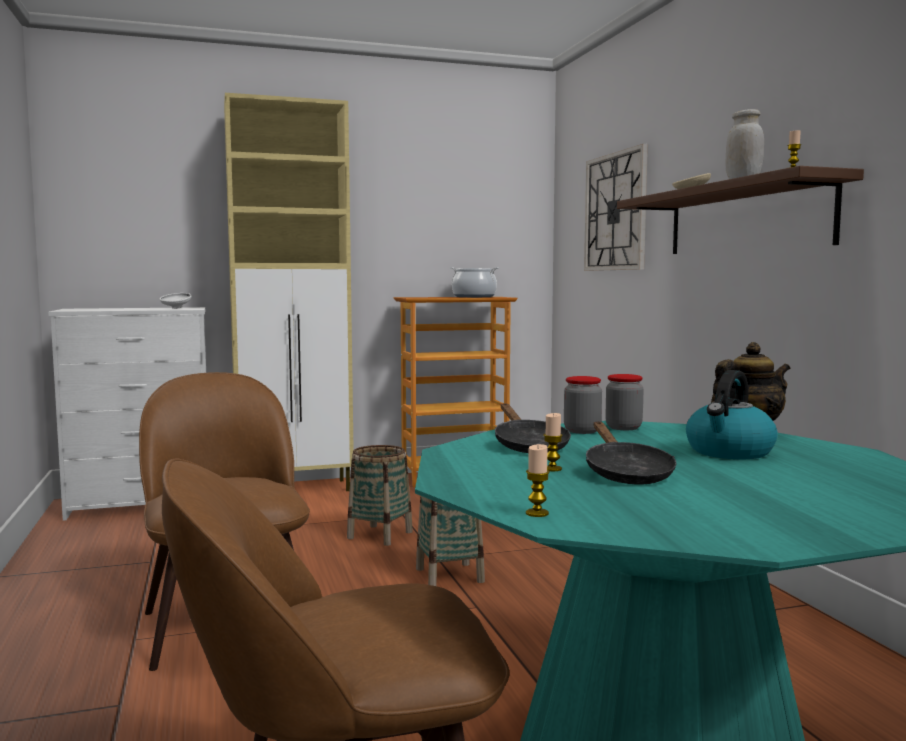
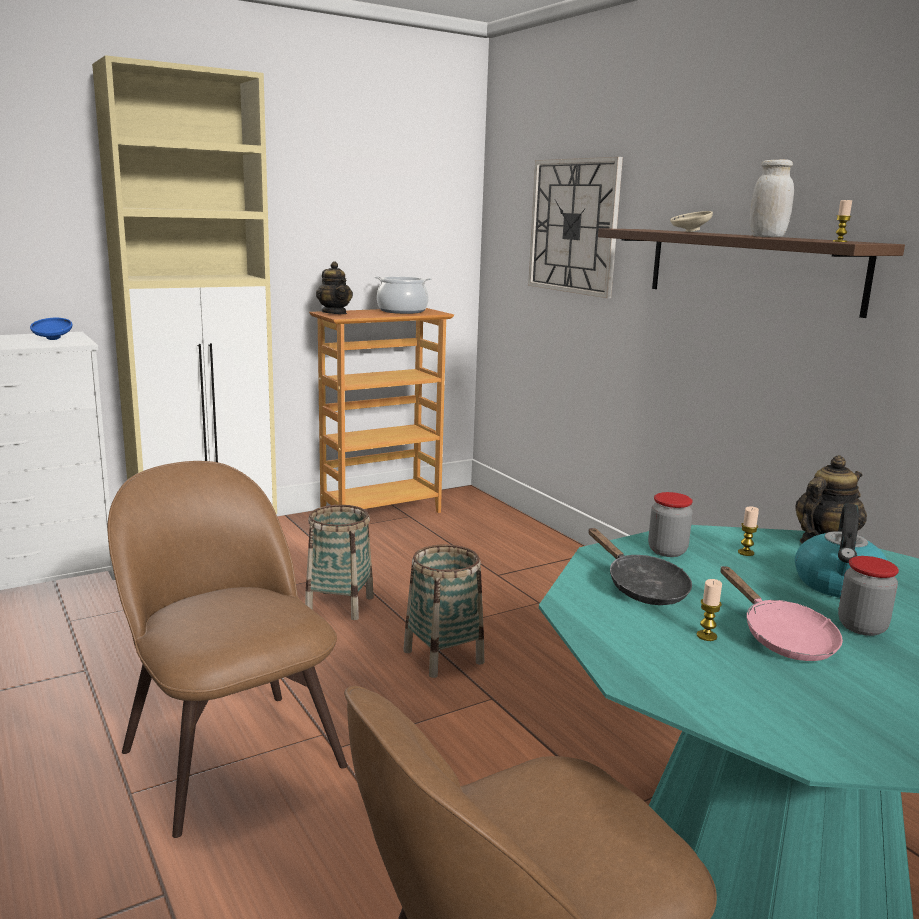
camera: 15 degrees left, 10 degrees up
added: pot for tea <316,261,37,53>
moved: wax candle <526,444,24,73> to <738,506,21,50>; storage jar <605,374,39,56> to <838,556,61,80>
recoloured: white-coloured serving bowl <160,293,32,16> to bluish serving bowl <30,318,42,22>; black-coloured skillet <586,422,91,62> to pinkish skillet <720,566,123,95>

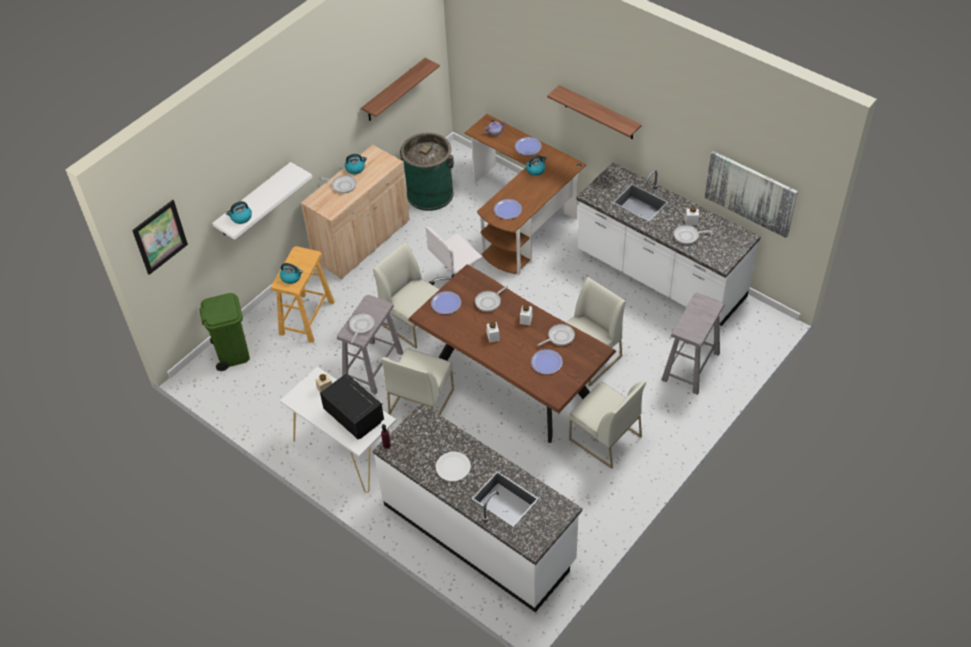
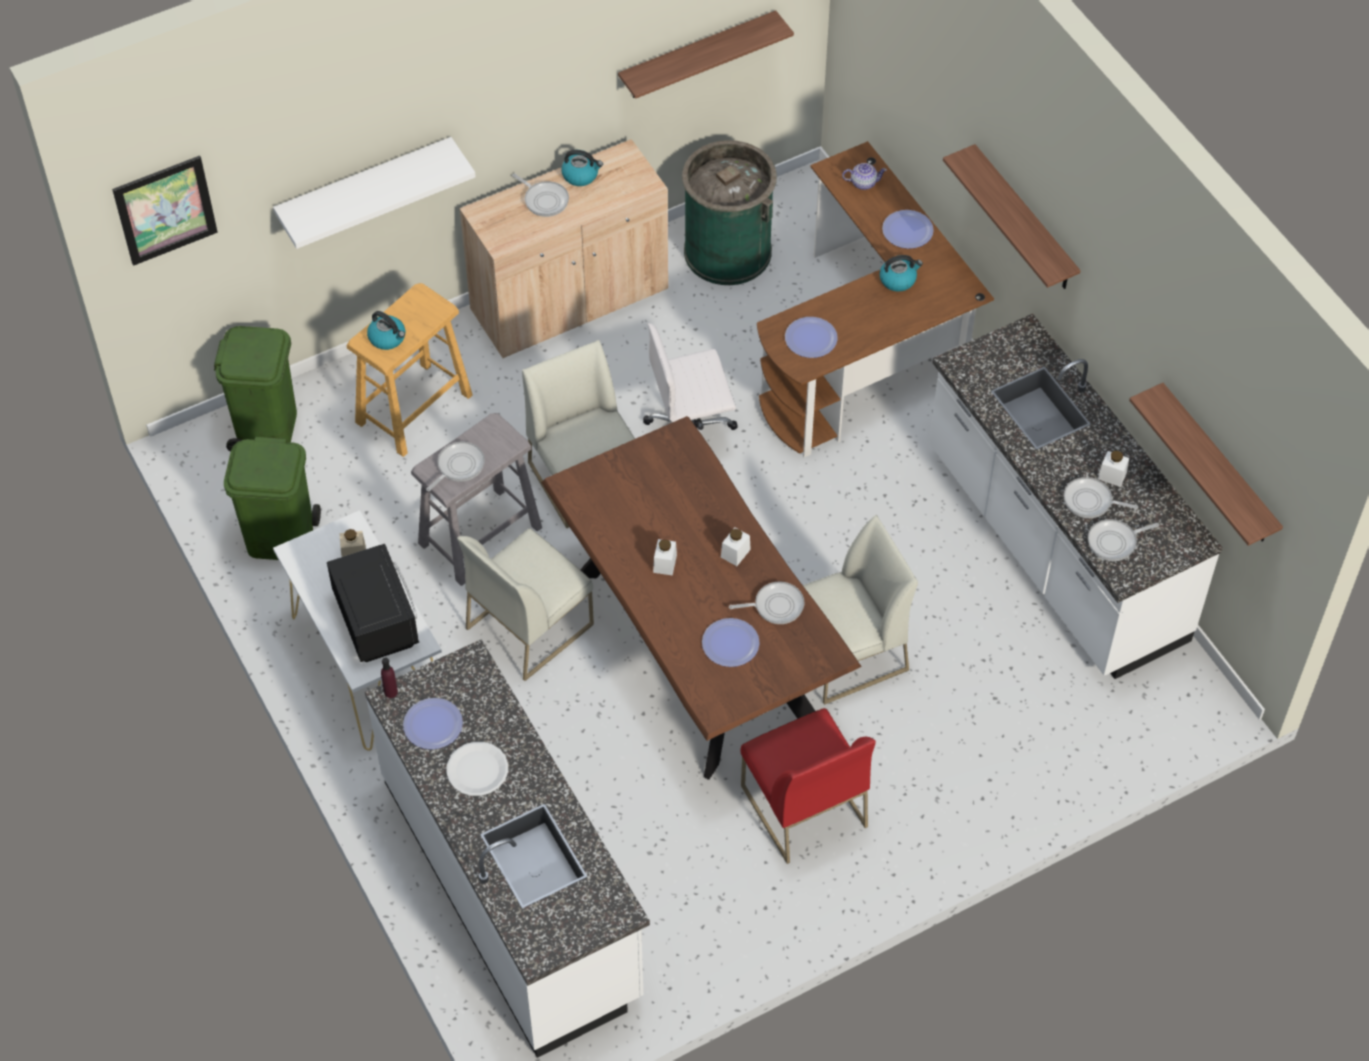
camera: 20 degrees right, 5 degrees up
removed: tea kettle <226,201,26,23>; greyish stool seat <661,293,64,102>
added: greenish trash can <224,437,97,123>
moved: plate <431,291,30,23> to <403,698,60,51>; skillet <475,286,33,26> to <1088,519,71,42>
replaced: picture <705,151,93,87> to bracket shelf <1129,383,154,163>
recoloured: white-coloured plain chair <569,381,77,88> to reddish plain chair <740,708,136,156>

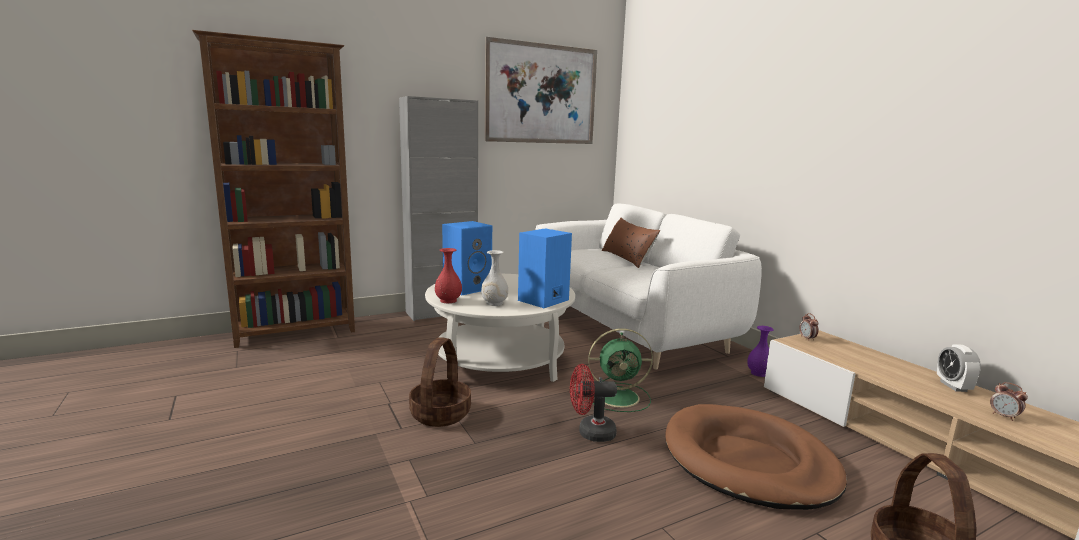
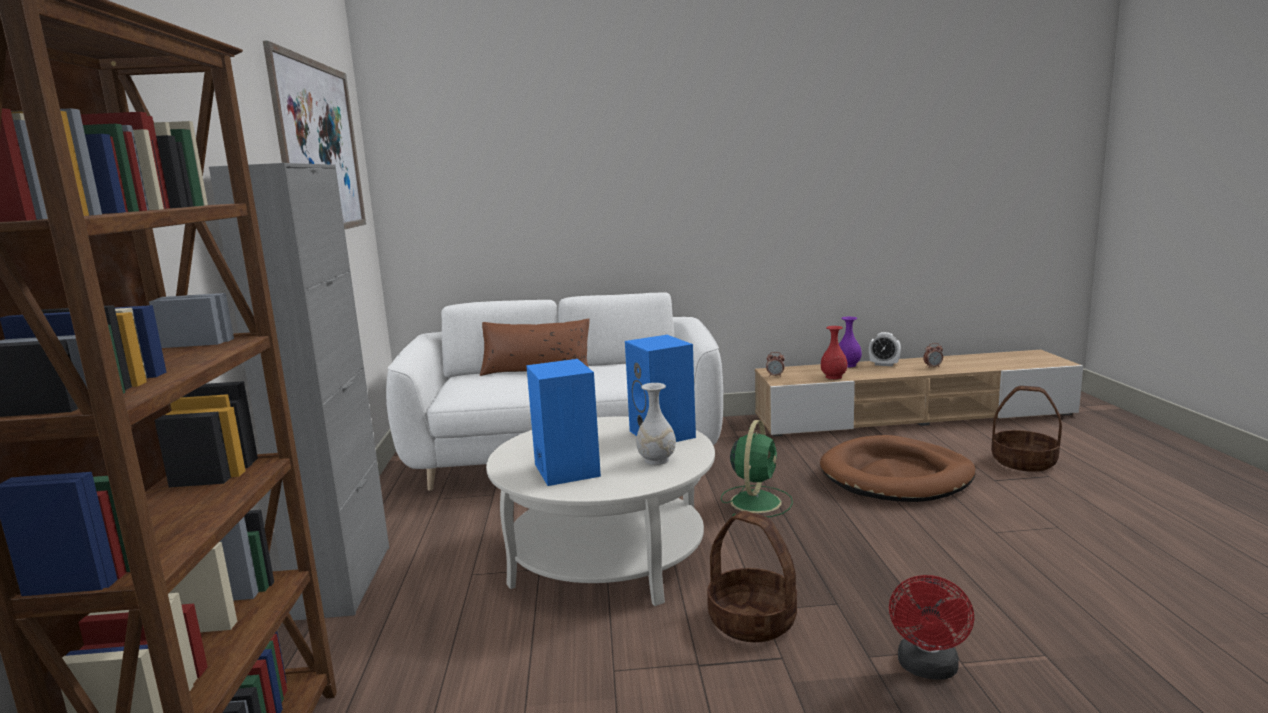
camera: 65 degrees left, 0 degrees up
moved: reddish vase <435,248,27,55> to <821,326,26,53>; reddish fan <570,364,47,78> to <889,575,85,104>; purple-coloured vase <747,326,27,51> to <839,317,23,50>

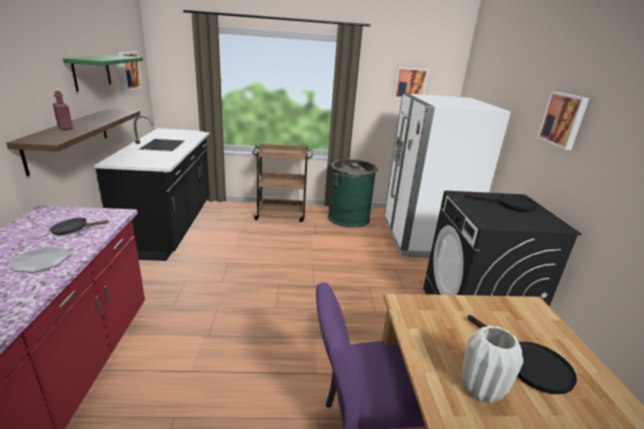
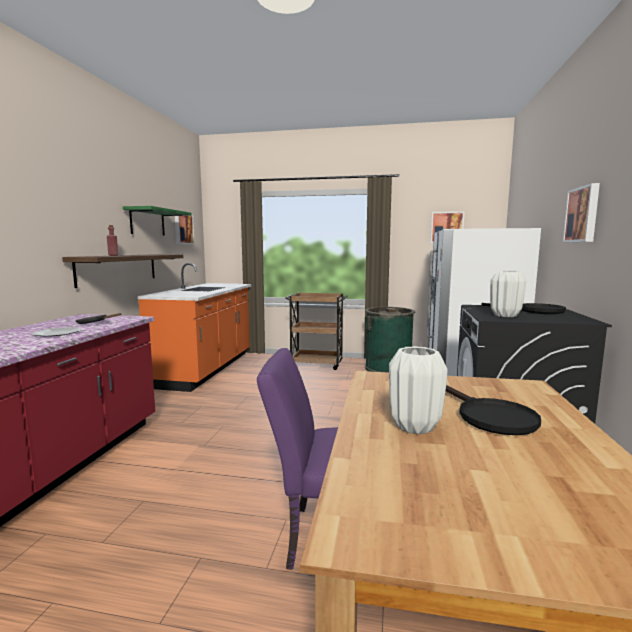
camera: 15 degrees right, 15 degrees down
added: white-coloured vase <490,270,36,47>
recoloured: black-coloured kitchen counter <94,115,116,146> to orange-coloured kitchen counter <138,263,114,129>

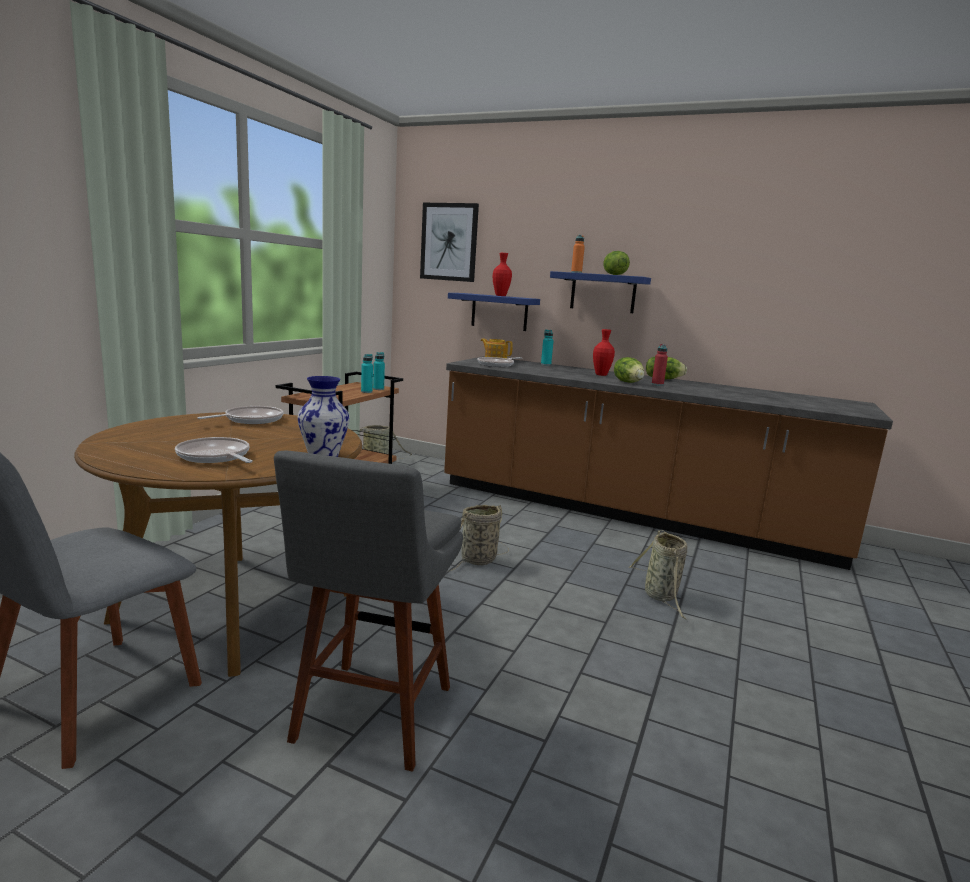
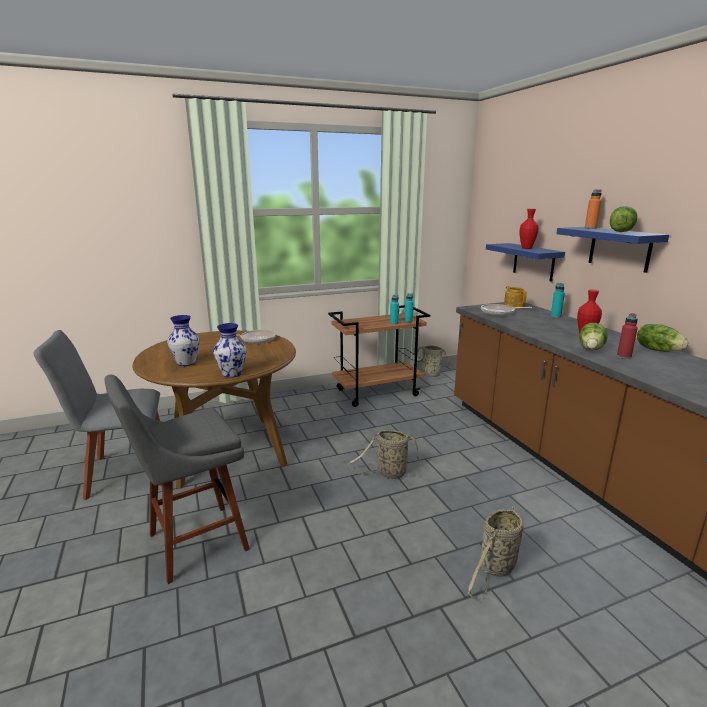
camera: 45 degrees right, 5 degrees up
removed: picture <420,203,59,79>
replaced: skillet <175,437,78,26> to vase <167,315,33,51>

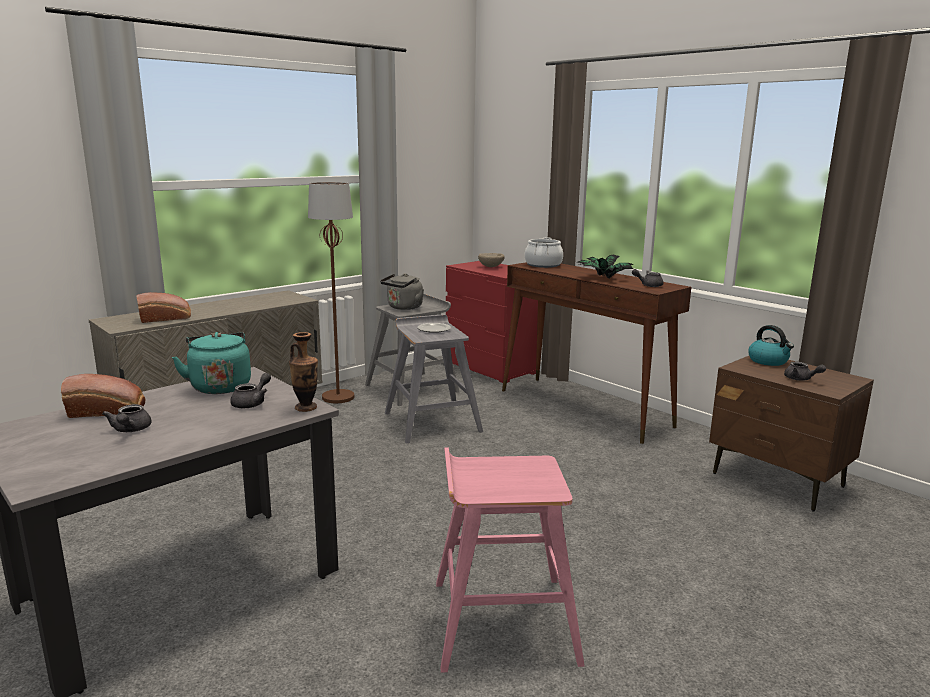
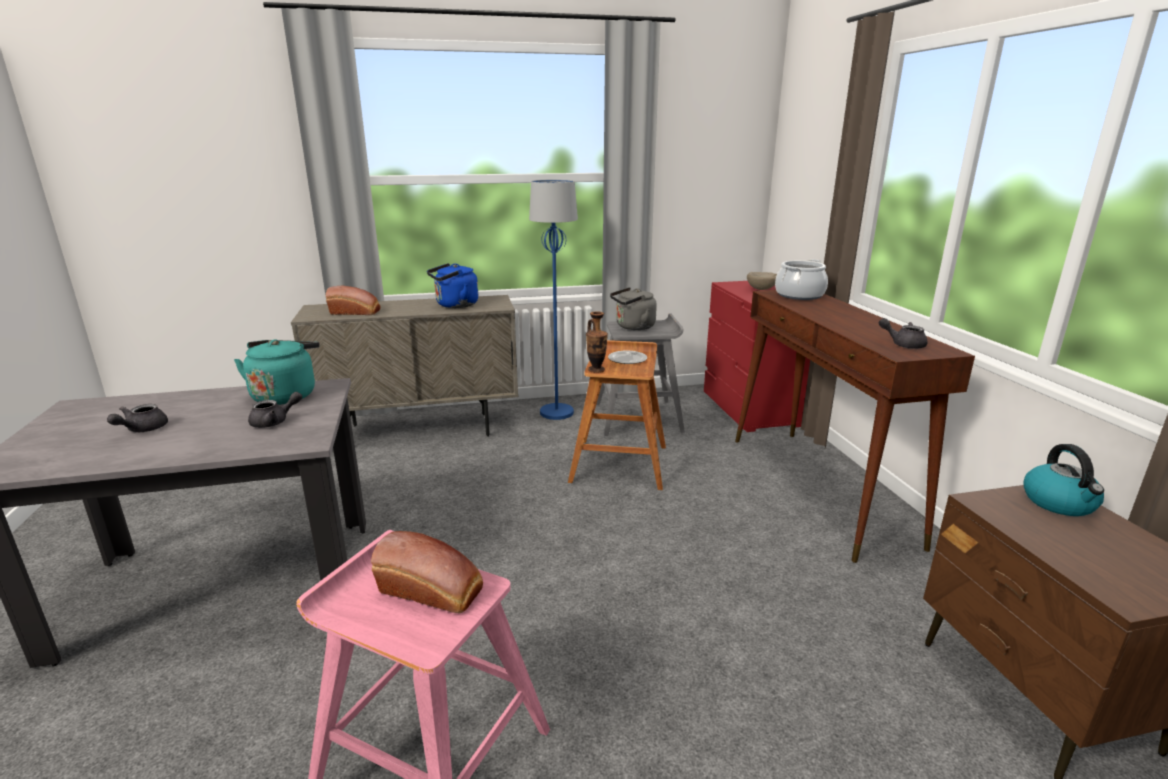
camera: 30 degrees right, 5 degrees up
removed: houseplant <577,254,57,25>; greyish pot for tea <784,362,42,19>
added: bluish tea kettle <427,263,51,45>
moved: baked bread <61,374,84,44> to <371,531,112,83>; vase <289,332,29,80> to <586,311,22,62>
recoloured: brown-coloured standard lamp <308,182,46,221> to bluish standard lamp <529,180,49,240>; greyish stool seat <385,314,98,129> to brown-coloured stool seat <568,340,98,150>

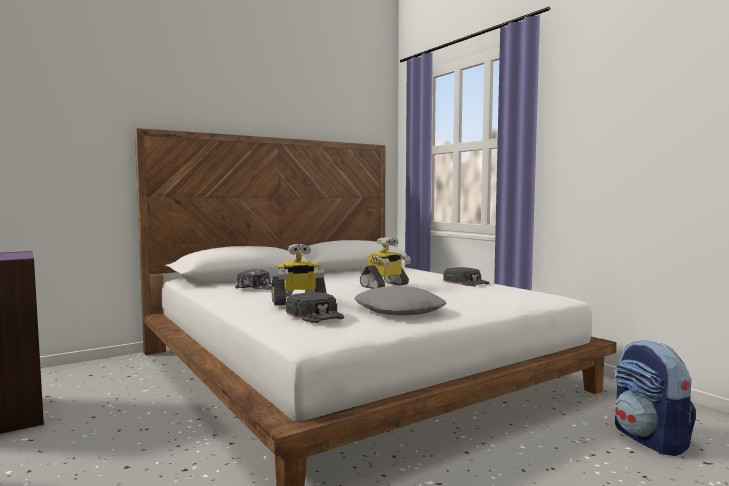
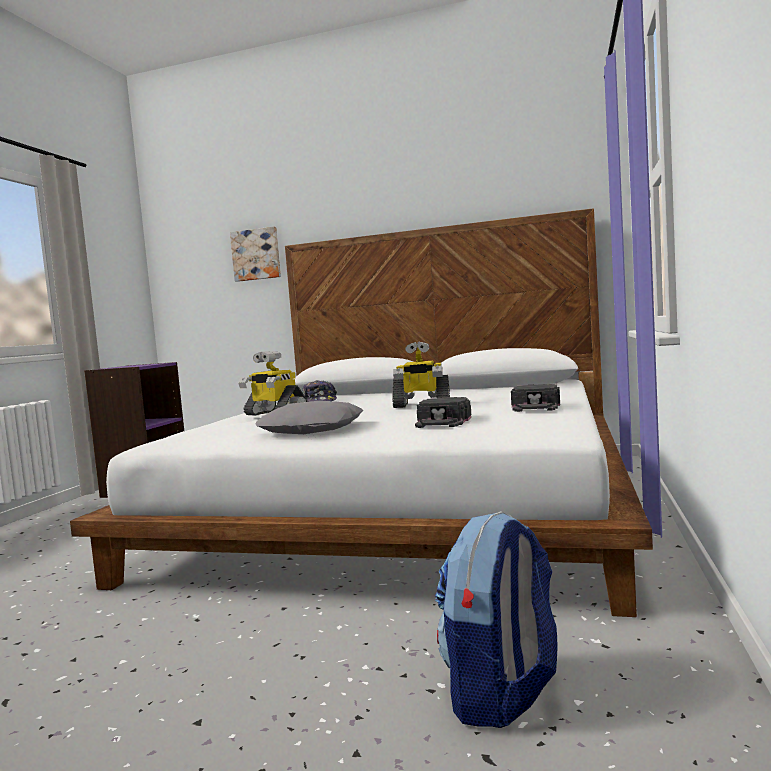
camera: 50 degrees right, 0 degrees up
added: picture <230,227,51,55>
moved: black-coloured peaked cap <286,292,58,31> to <415,397,56,31>

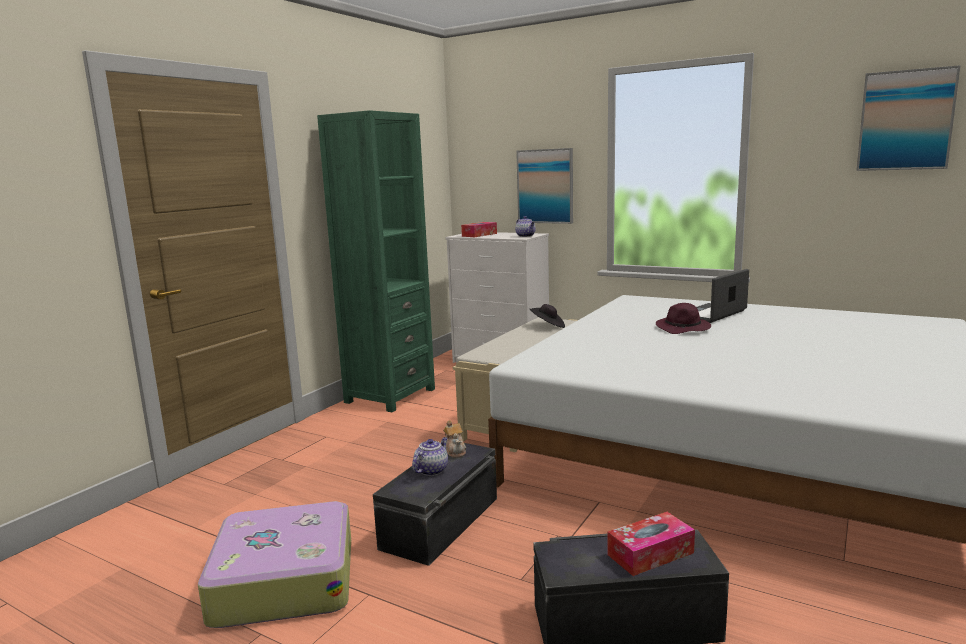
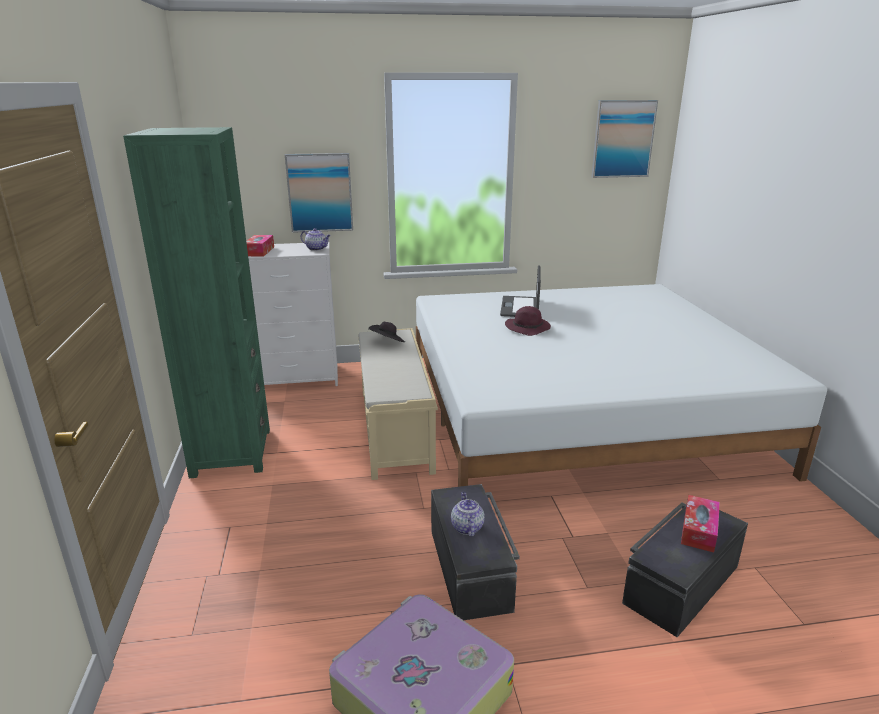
camera: 40 degrees left, 10 degrees up
removed: pot for tea <443,420,23,38>

